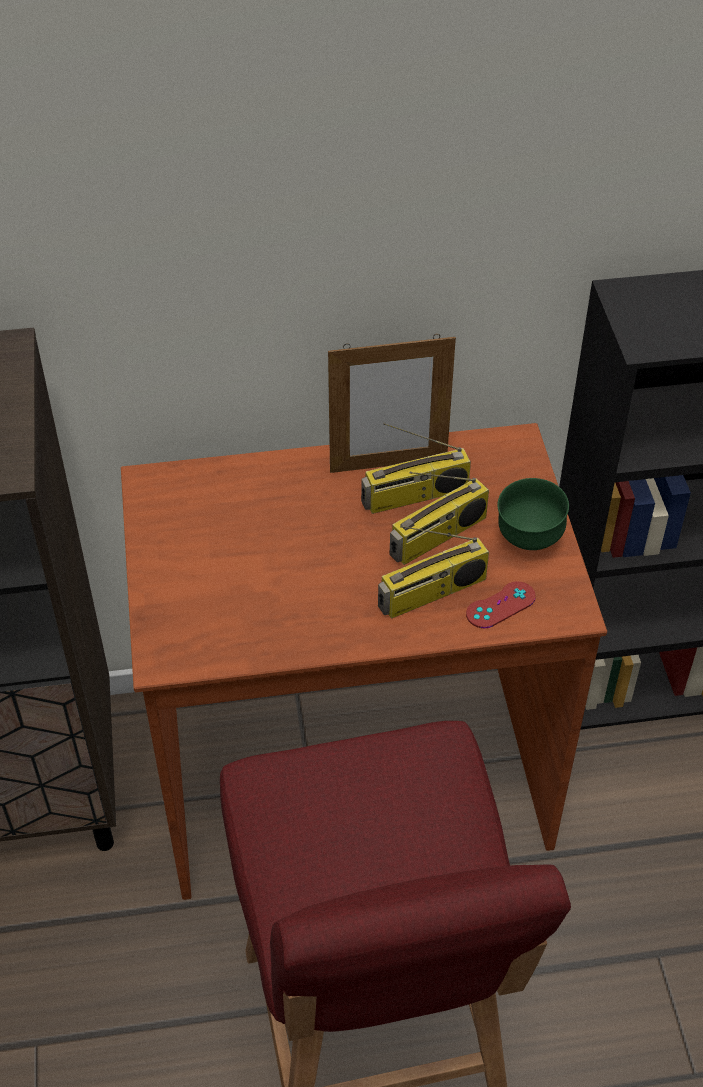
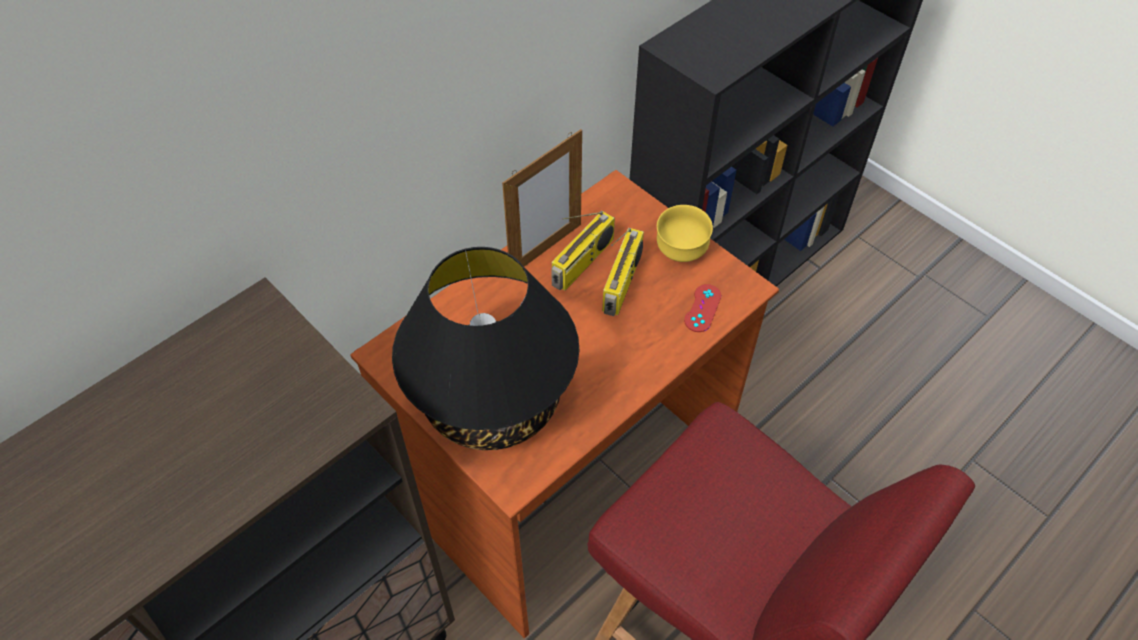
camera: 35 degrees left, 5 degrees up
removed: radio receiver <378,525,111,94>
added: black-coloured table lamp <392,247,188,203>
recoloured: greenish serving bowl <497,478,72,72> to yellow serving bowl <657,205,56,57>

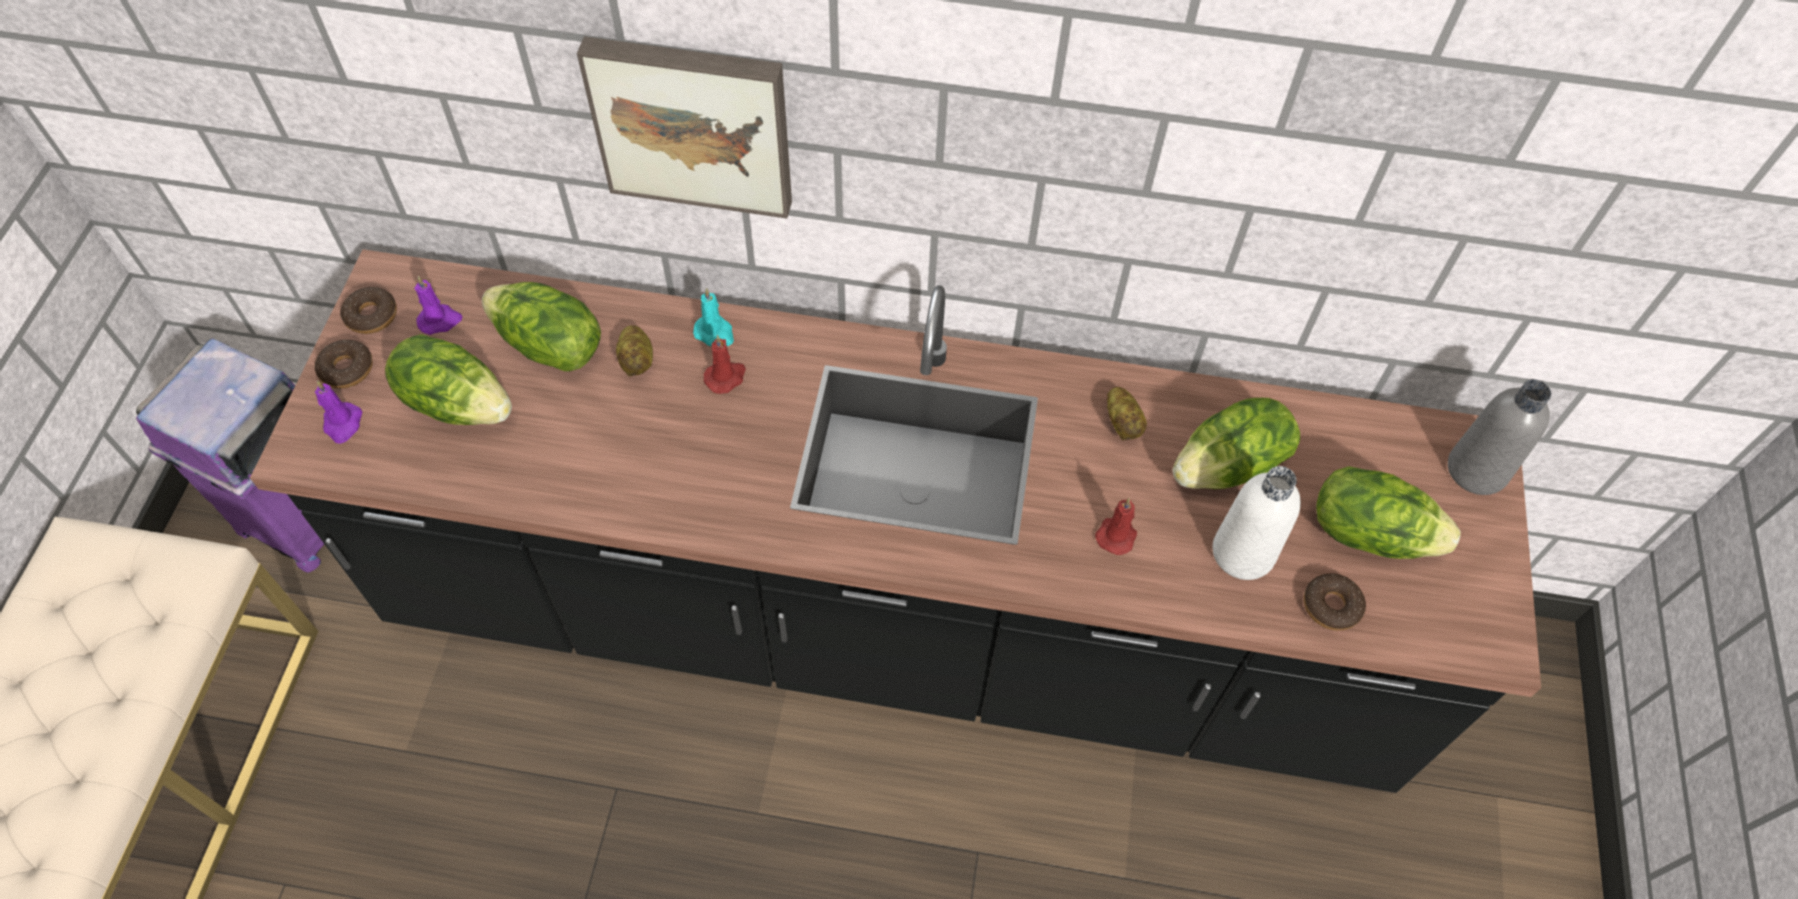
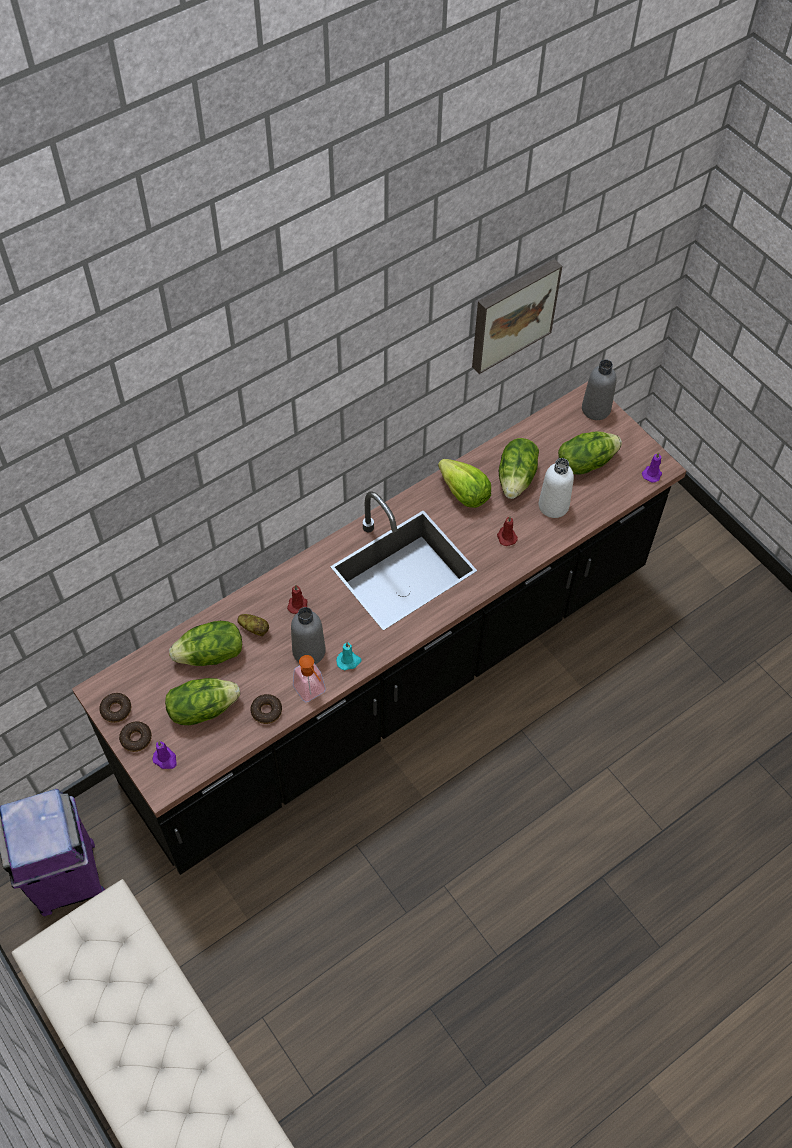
camera: 45 degrees left, 0 degrees up
added: greyish beverage bottle <291,607,35,57>; soap bottle <293,655,33,47>
moved: purple-coloured wax candle <414,276,49,59> to <642,452,20,31>; picture <577,36,215,182> to <472,259,90,115>; blue-green wax candle <693,288,41,58> to <336,642,26,28>; donut <1304,573,62,58> to <250,694,32,30>
replaced: whole potato <1107,387,40,54> to head of lettuce <438,459,53,49>

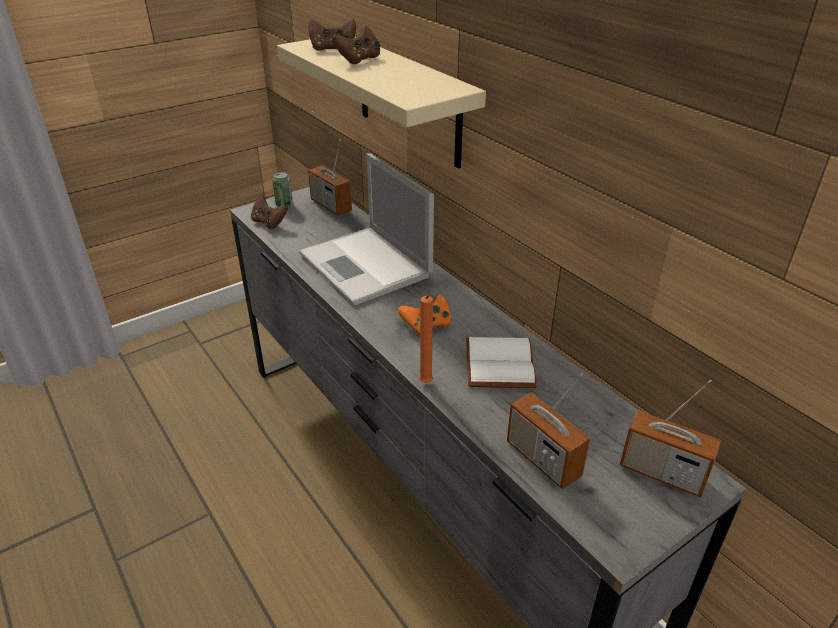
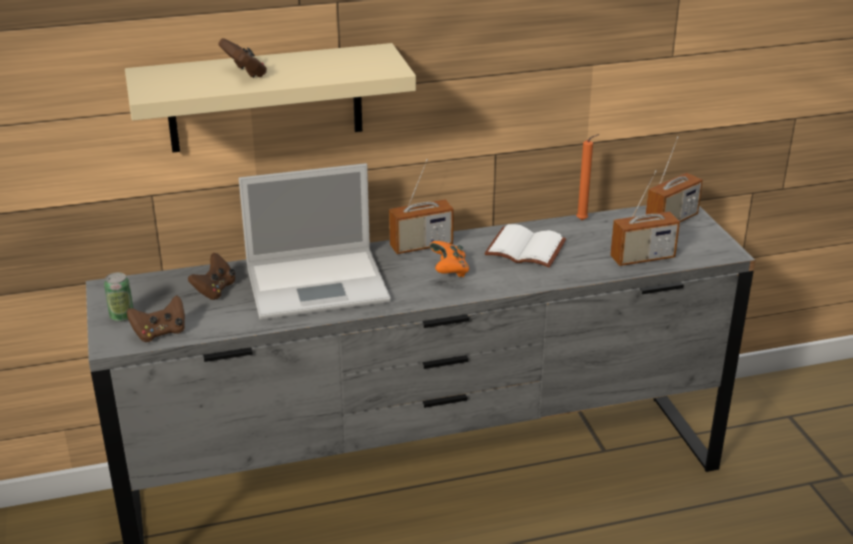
camera: 70 degrees left, 5 degrees down
moved: brown-coloured gamepad <308,19,48,32> to <188,253,47,47>; radio receiver <308,139,44,77> to <389,159,65,95>; orange-coloured wax candle <419,295,14,88> to <576,134,23,86>

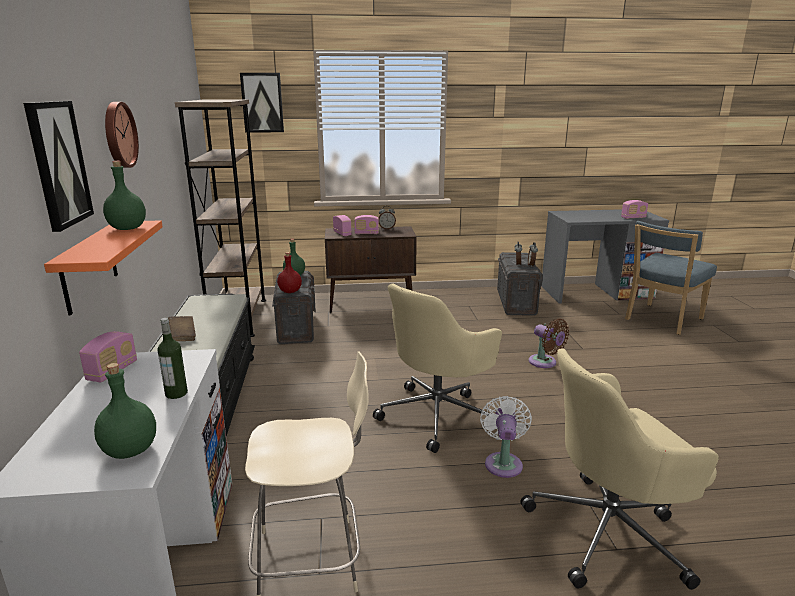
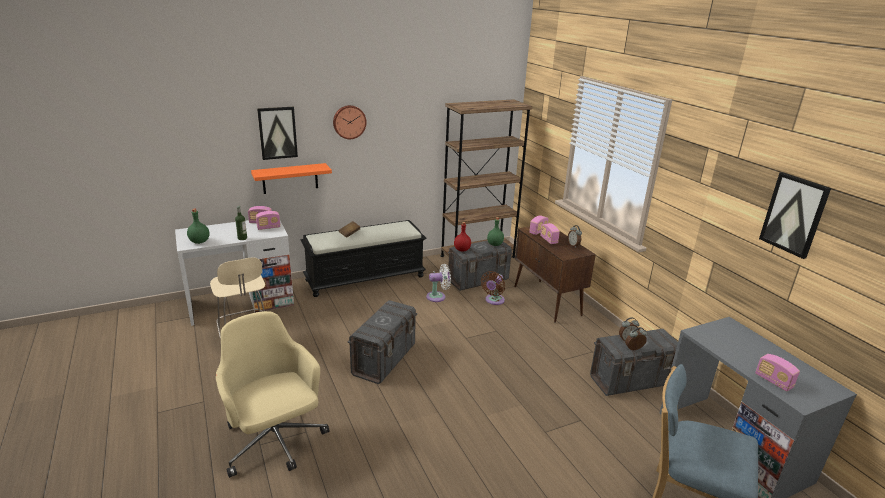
camera: 70 degrees right, 5 degrees up
removed: greenish beverage bottle <103,161,43,69>
added: radio receiver <256,211,24,19>
moved: picture <240,73,44,60> to <759,172,72,87>; white-coloured fan <480,396,52,82> to <426,264,25,38>; brown-coloured fan <529,319,40,49> to <481,271,24,34>
replaced: sand-coloured desk chair <373,283,129,170> to greyish storage container <348,300,69,84>

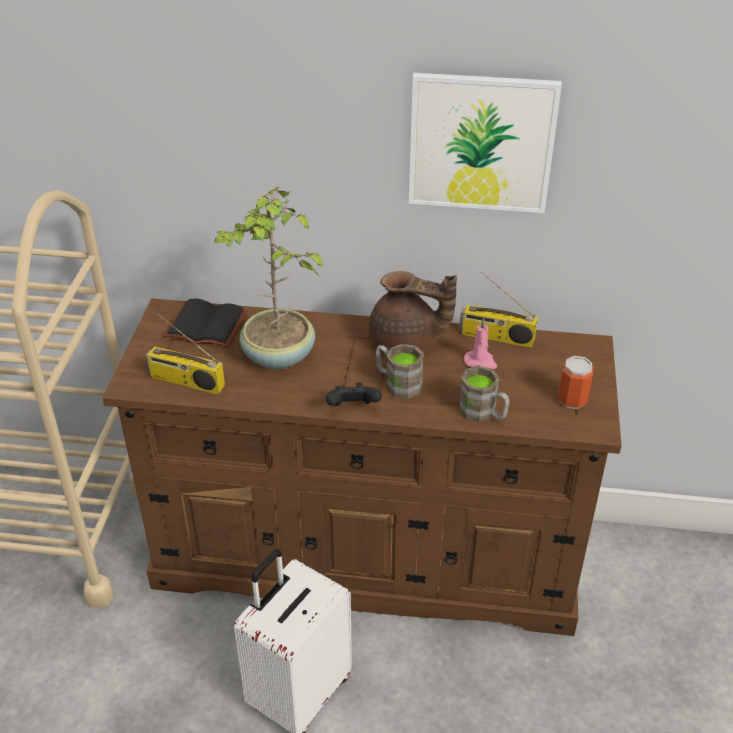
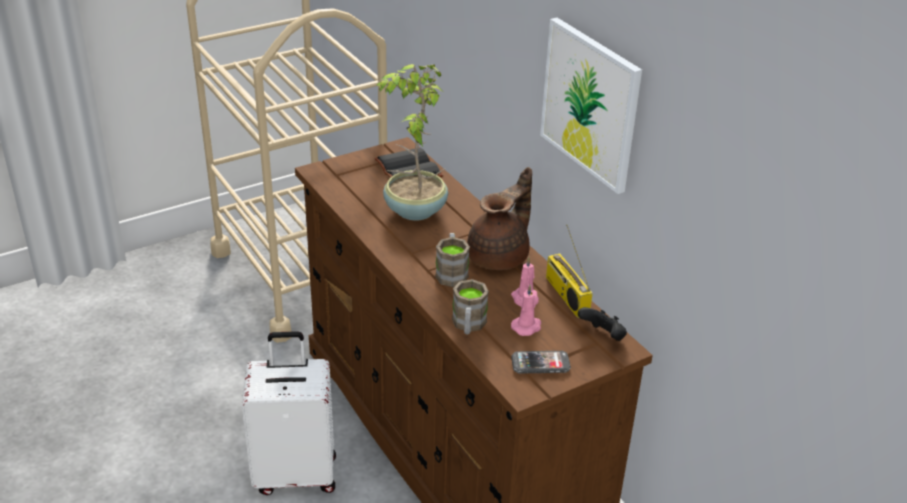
camera: 50 degrees right, 5 degrees down
removed: radio receiver <145,314,80,80>
added: pinkish wax candle <511,284,31,52>
moved: black-coloured gamepad <326,383,56,23> to <578,307,49,34>
replaced: sealed can <558,356,36,53> to telephone <511,351,60,23>
turned: brown-coloured pot for tea <369,271,88,81> = <467,167,65,103> 120 degrees counterclockwise

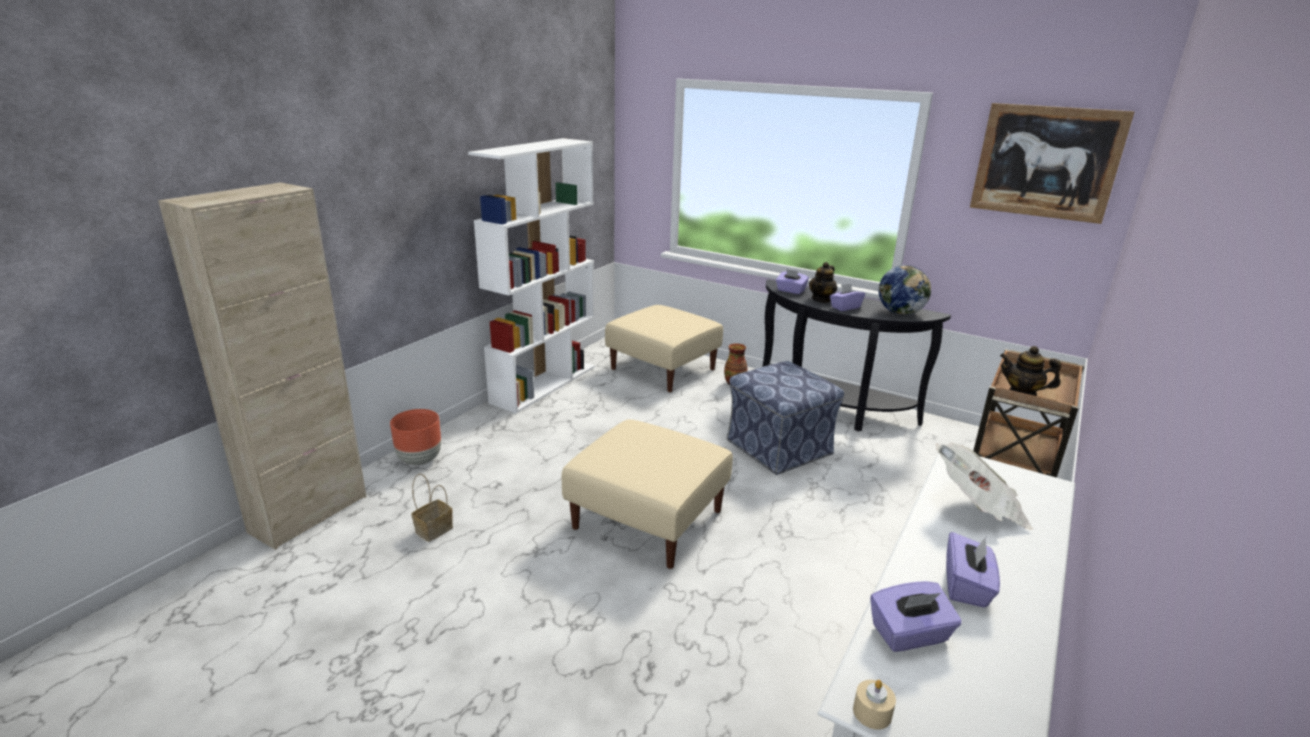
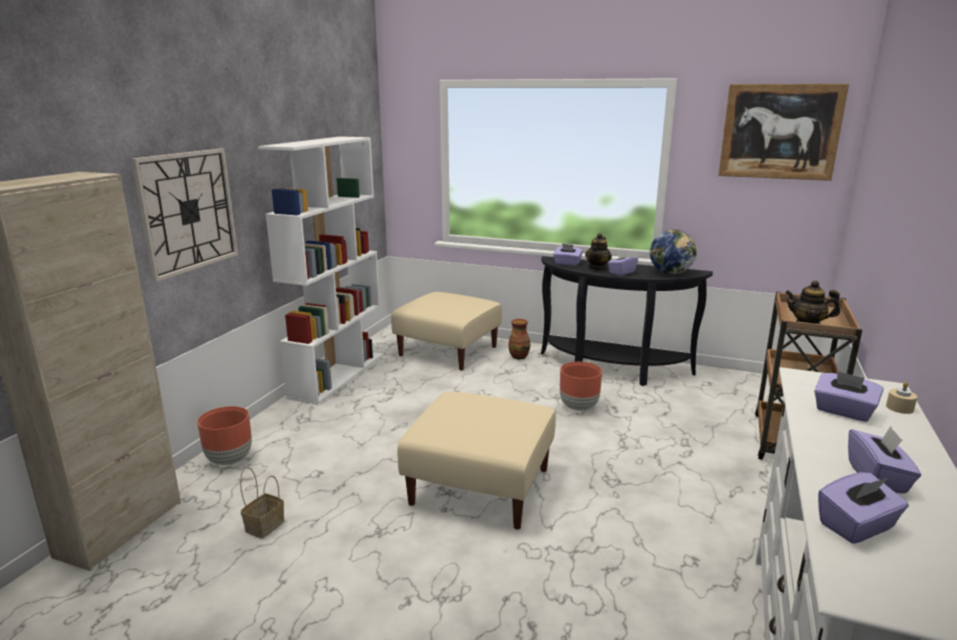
camera: 10 degrees left, 5 degrees down
added: clock on the wall <131,148,107,134>
moved: sand-coloured wax candle <853,680,43,50> to <886,382,31,32>
replaced: pouffe <726,361,118,114> to brown-coloured plant pot <560,362,42,49>; printed paper <936,443,97,87> to purple-coloured tissue holder <814,371,70,51>

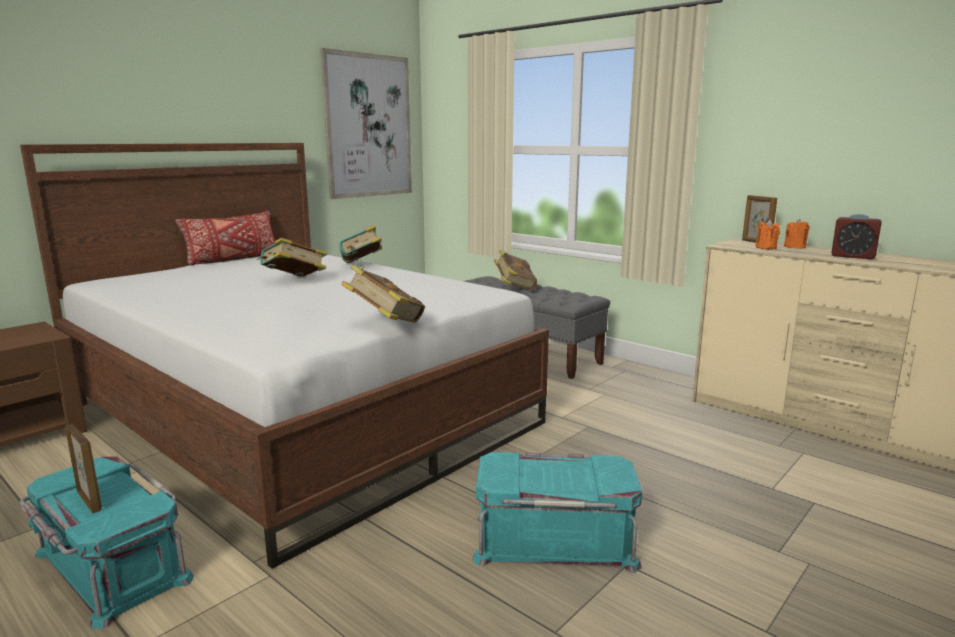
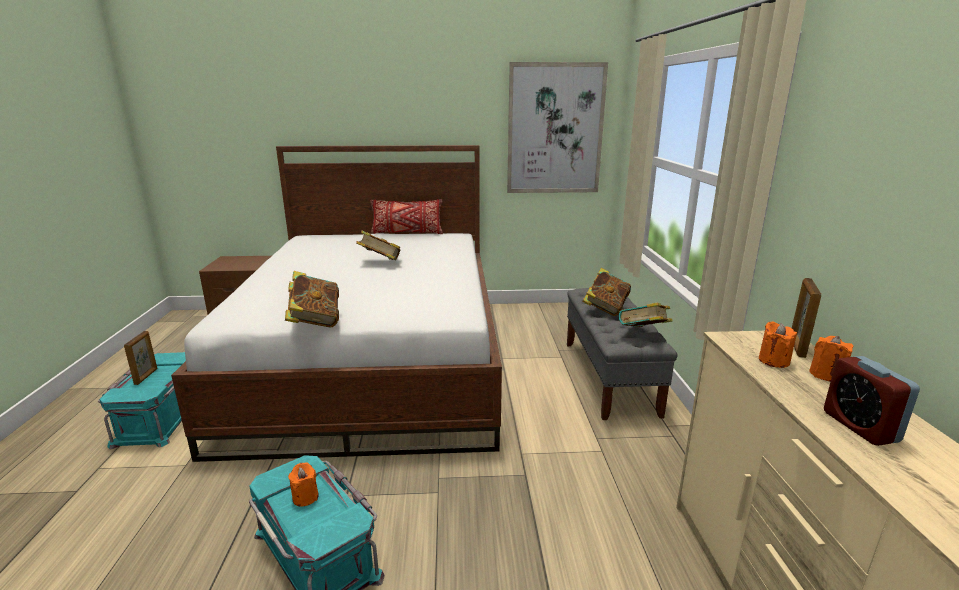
camera: 45 degrees right, 5 degrees up
added: orange-coloured wax candle <288,462,31,45>
moved: volume <339,225,43,38> to <618,302,54,25>

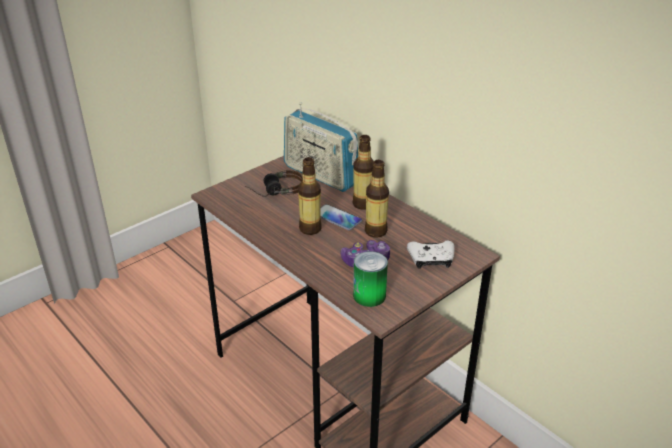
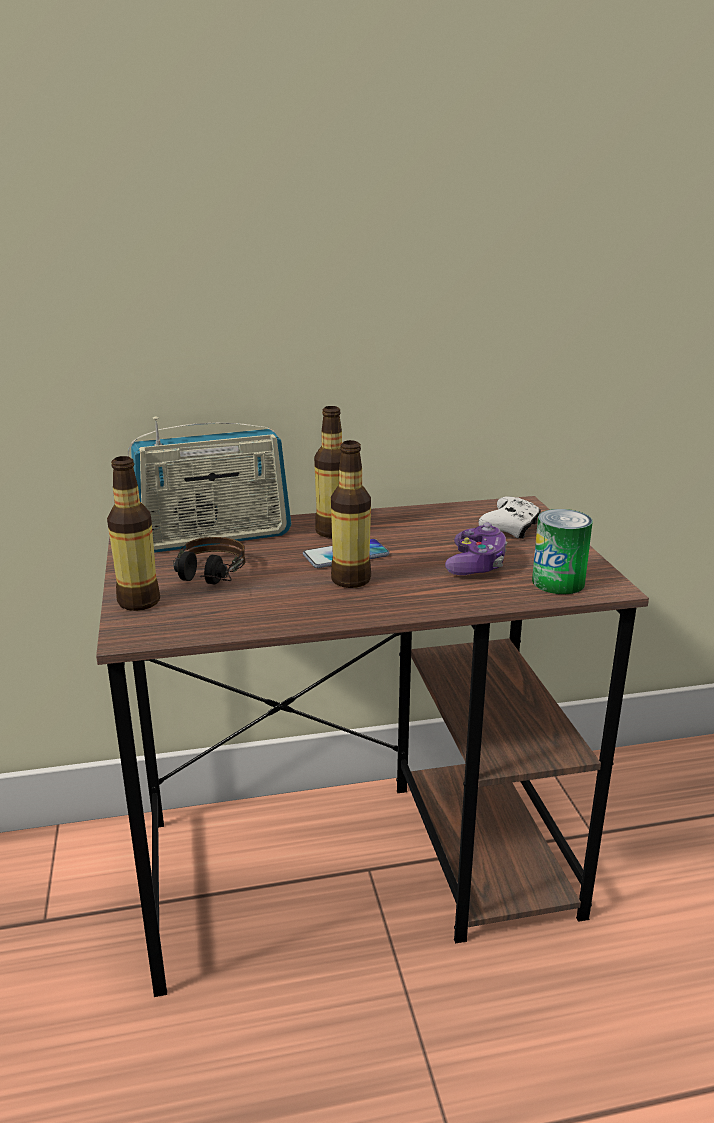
camera: 60 degrees left, 10 degrees down
moved: beverage bottle <365,160,24,77> to <107,456,53,155>

